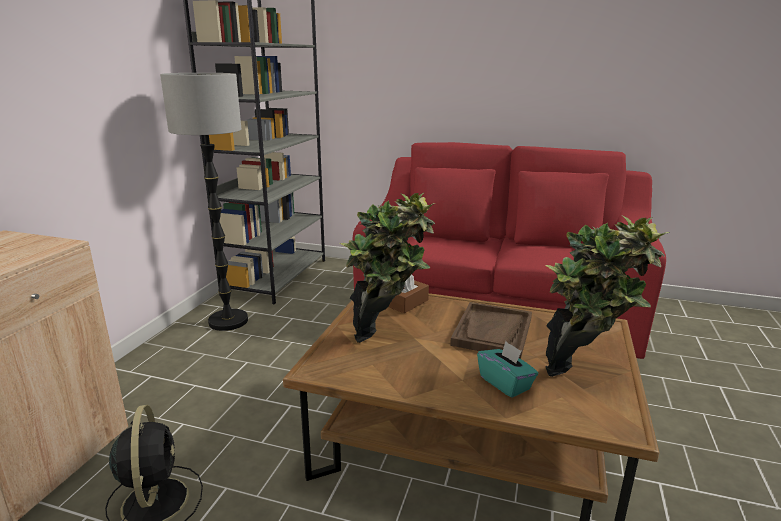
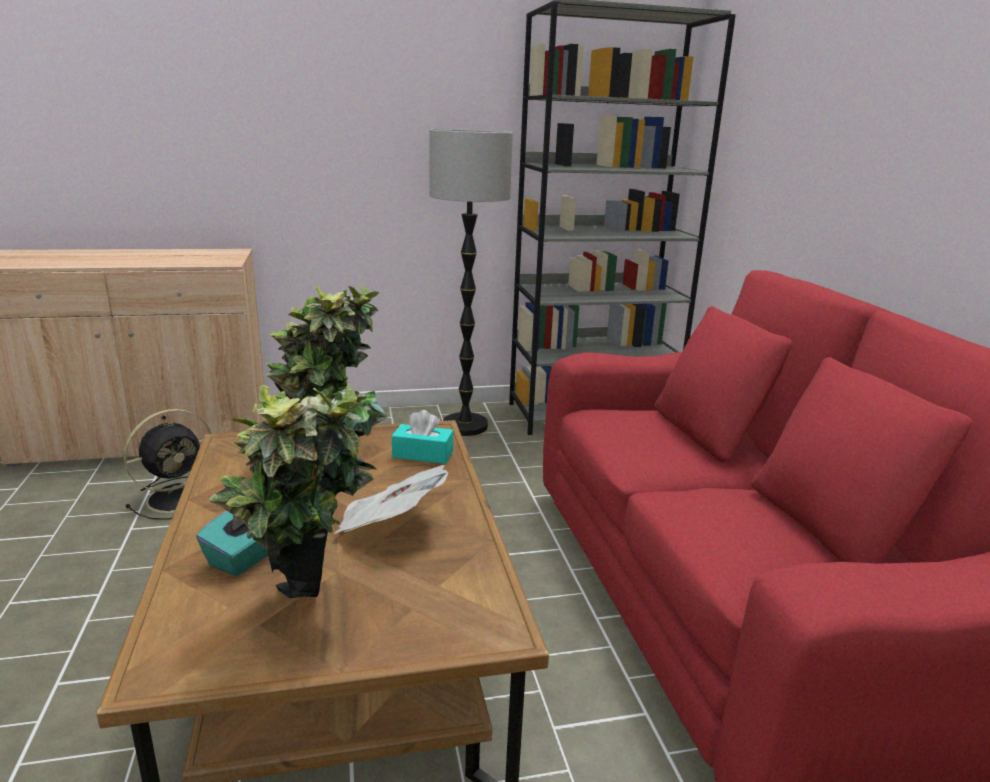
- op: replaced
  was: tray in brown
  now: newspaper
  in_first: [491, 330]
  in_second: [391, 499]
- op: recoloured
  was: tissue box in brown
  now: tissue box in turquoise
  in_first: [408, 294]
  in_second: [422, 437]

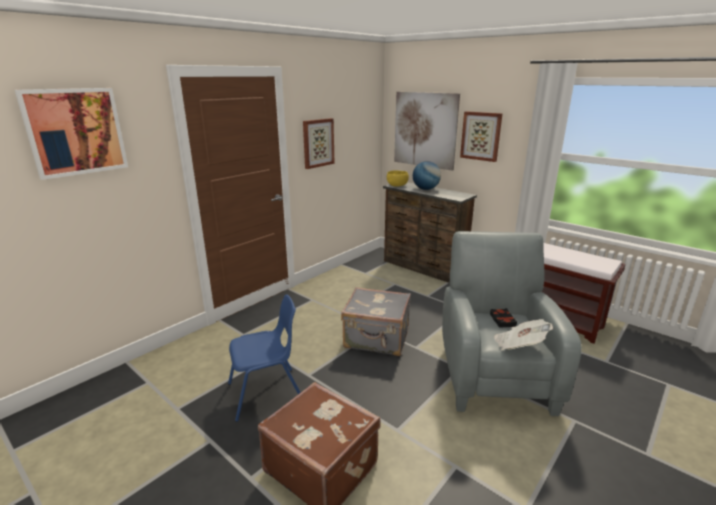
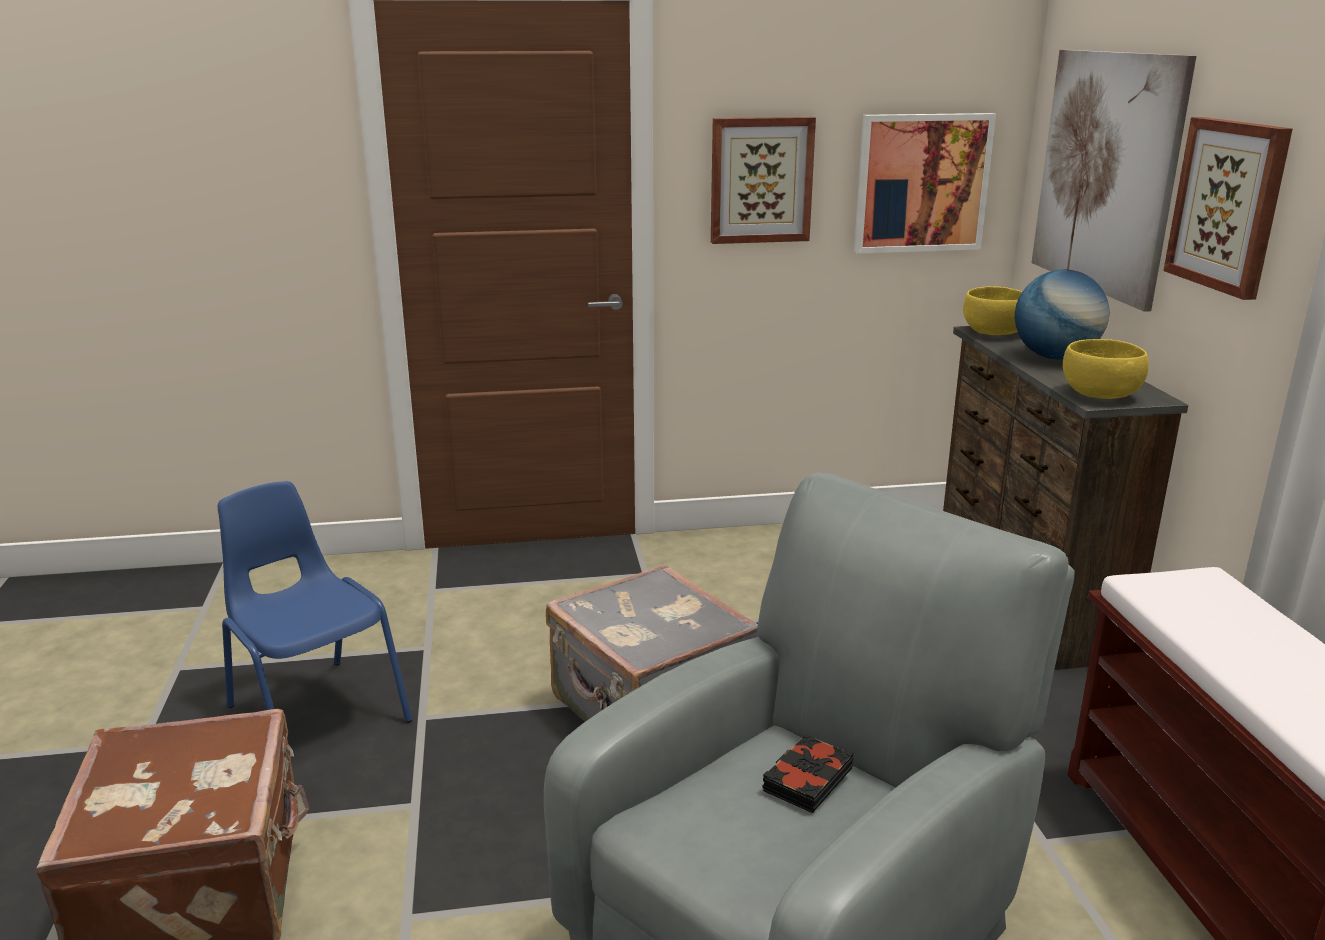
- op: turned
  was: chair in blue
  in_first: [264, 358]
  in_second: [315, 602]
  clockwise: -150
- op: moved
  was: picture
  in_first: [71, 134]
  in_second: [925, 183]
- op: added
  now: bowl in yellow
  in_second: [1106, 369]
- op: removed
  was: newspaper
  in_first: [523, 334]

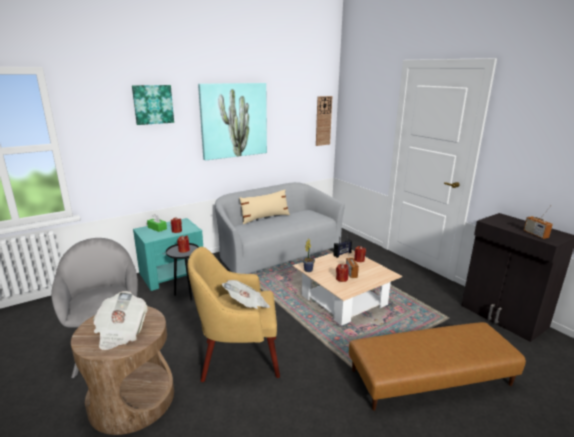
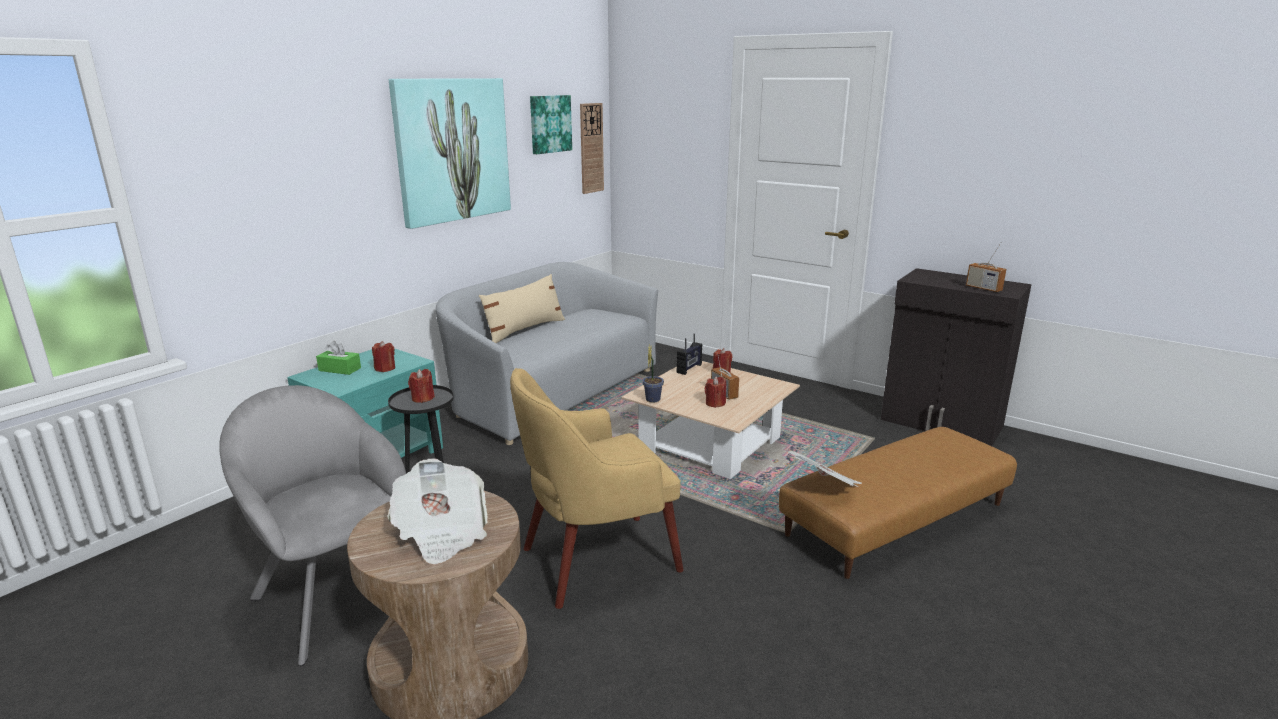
- op: moved
  was: picture
  in_first: [153, 105]
  in_second: [551, 124]
- op: moved
  was: newspaper
  in_first: [246, 294]
  in_second: [825, 469]

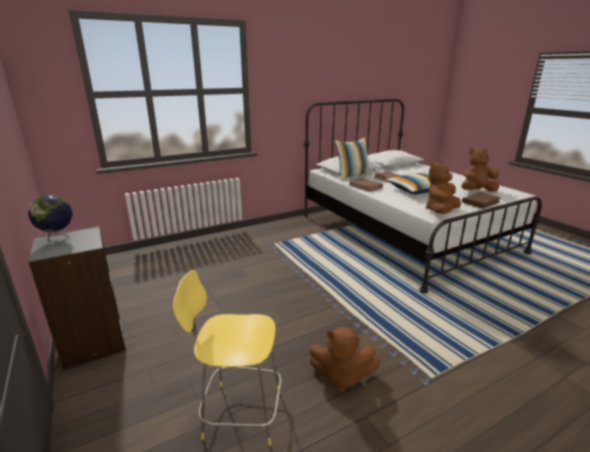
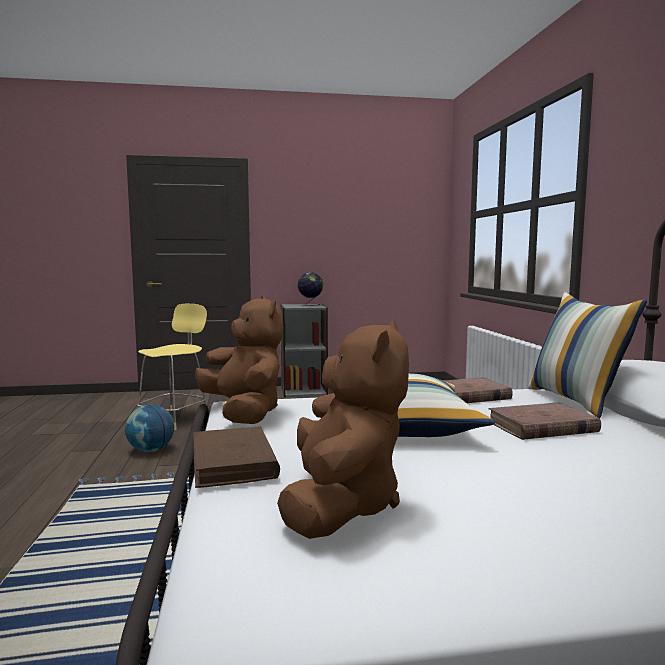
- op: replaced
  was: plush toy in brown
  now: globe
  in_first: [345, 359]
  in_second: [149, 428]

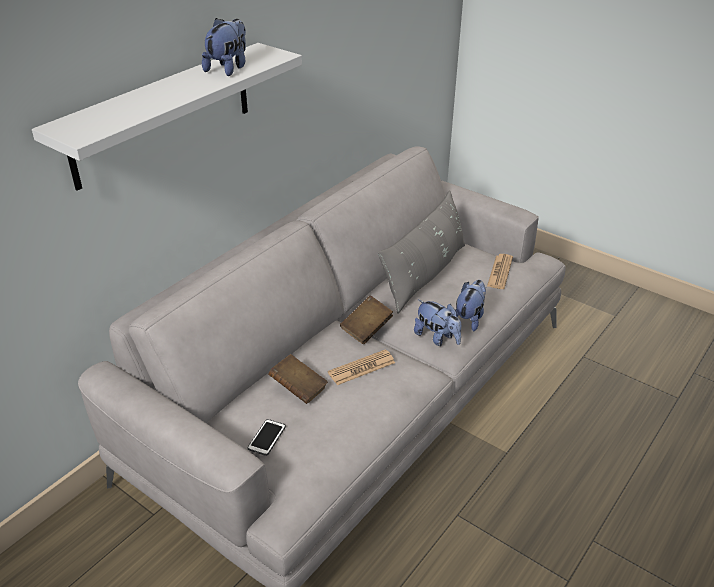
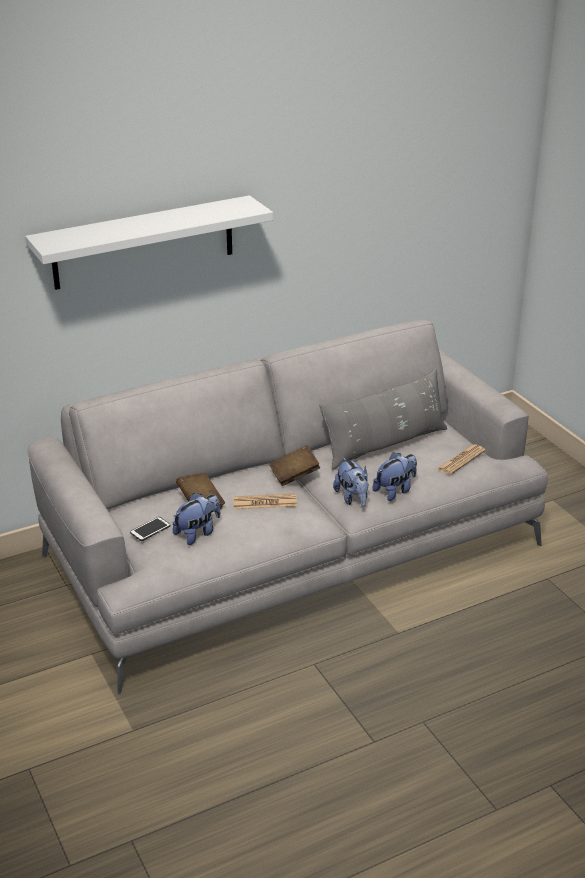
- op: moved
  was: plush toy
  in_first: [224, 47]
  in_second: [196, 519]

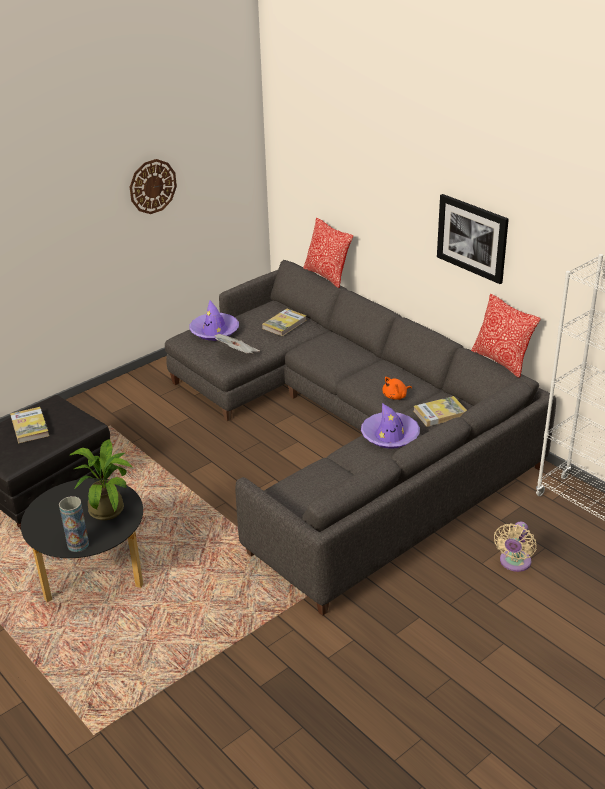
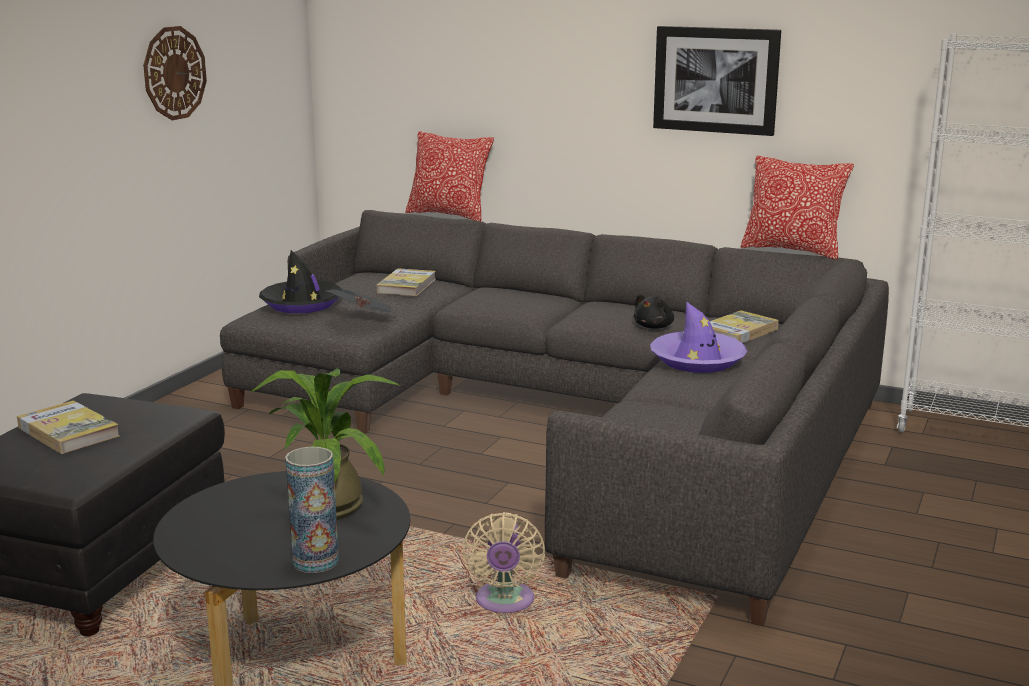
- op: recoloured
  was: hat in purple
  now: hat in black
  in_first: [214, 320]
  in_second: [301, 281]
- op: moved
  was: fan in beige
  in_first: [515, 547]
  in_second: [503, 562]
- op: recoloured
  was: plush toy in orange
  now: plush toy in black
  in_first: [397, 388]
  in_second: [654, 311]

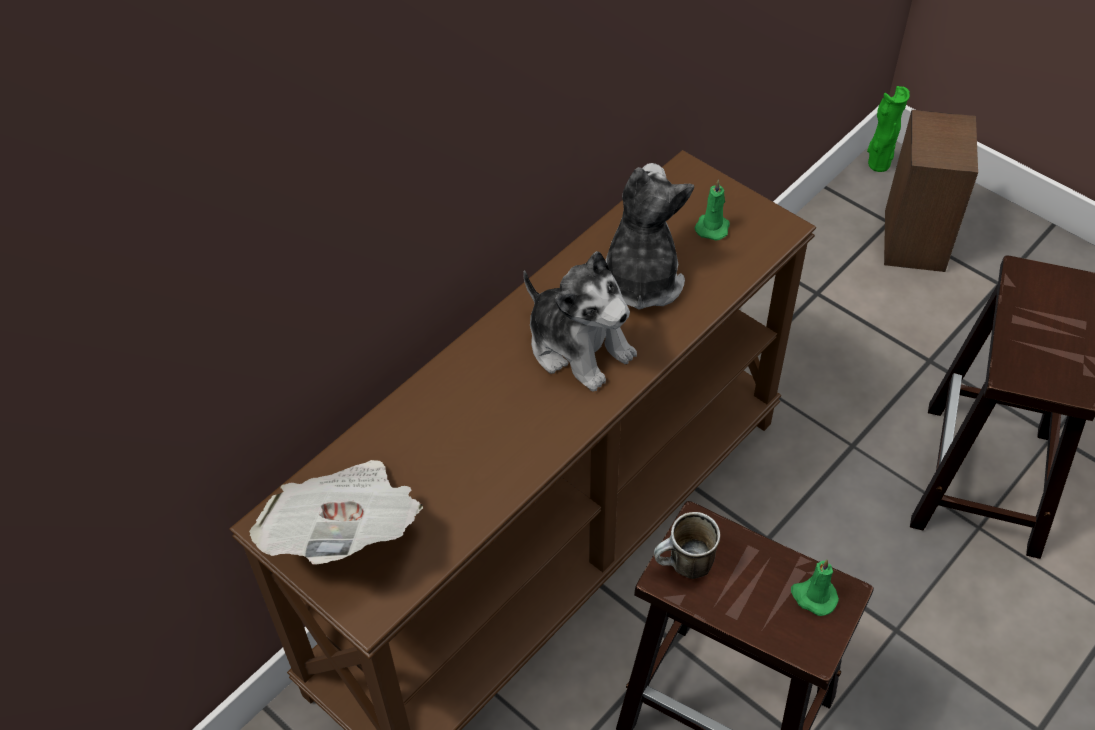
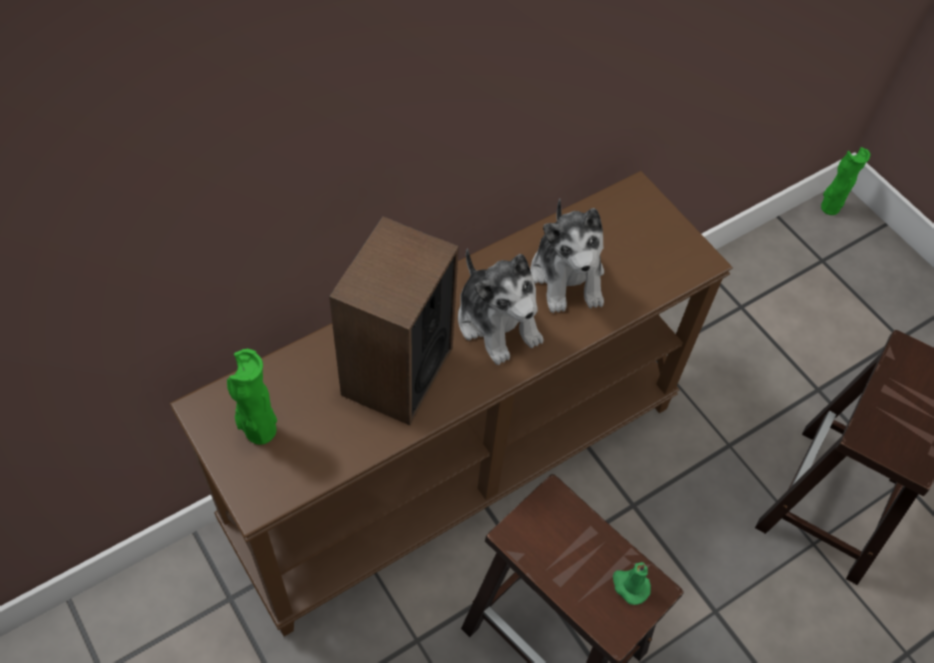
- op: replaced
  was: newspaper
  now: vase in green
  in_first: [336, 512]
  in_second: [252, 397]
- op: moved
  was: speaker
  in_first: [931, 191]
  in_second: [394, 320]
- op: turned
  was: plush toy
  in_first: [650, 236]
  in_second: [567, 256]
  clockwise: 150
- op: removed
  was: mug
  in_first: [687, 545]
- op: removed
  was: candle in green
  in_first: [712, 209]

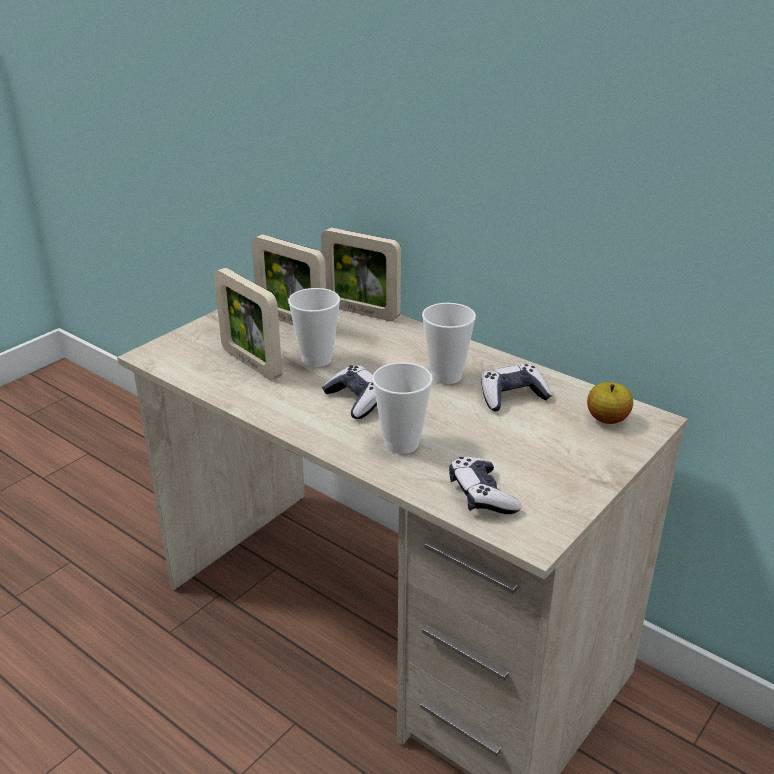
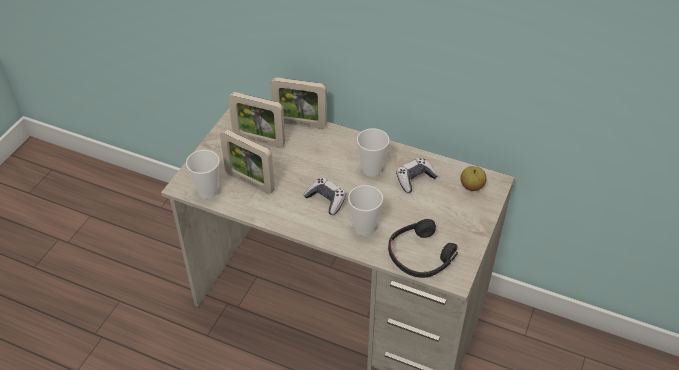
- op: moved
  was: cup
  in_first: [314, 327]
  in_second: [203, 174]
- op: replaced
  was: game controller
  now: headphones in black
  in_first: [485, 485]
  in_second: [423, 248]

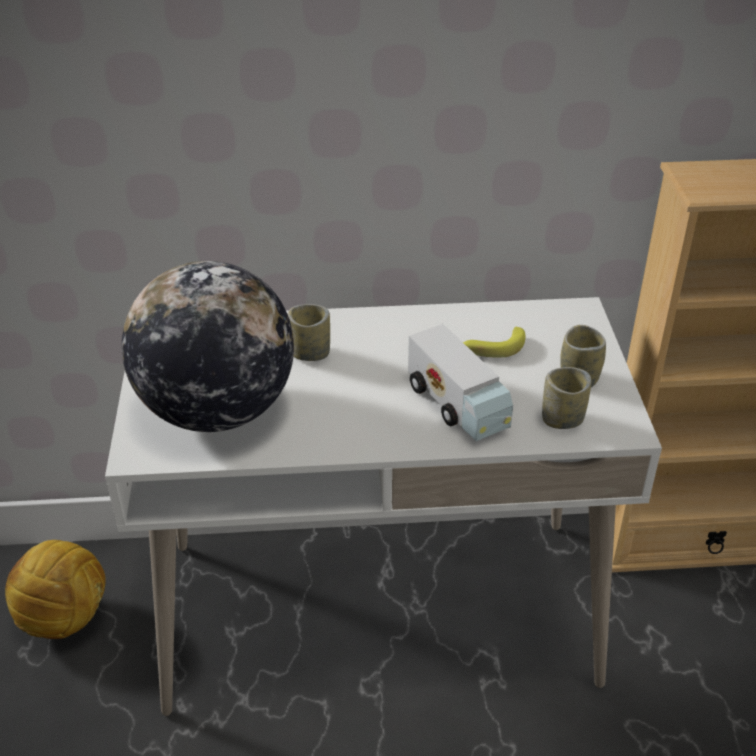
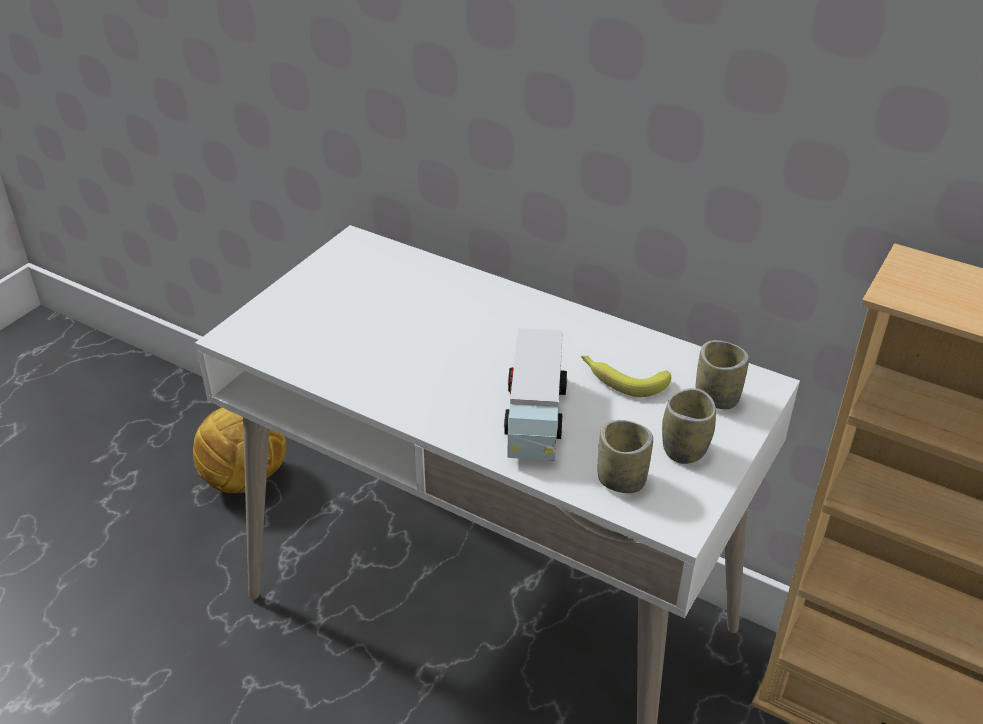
- op: moved
  was: cup
  in_first: [309, 332]
  in_second: [722, 374]
- op: removed
  was: globe
  in_first: [208, 346]

